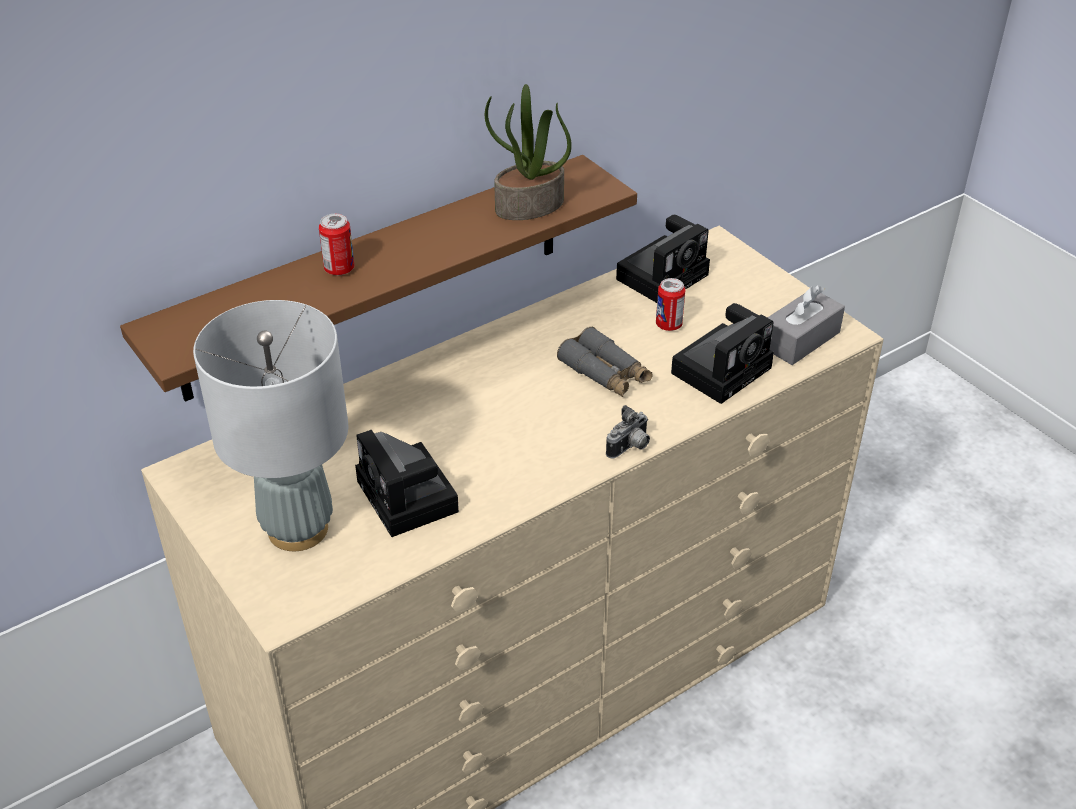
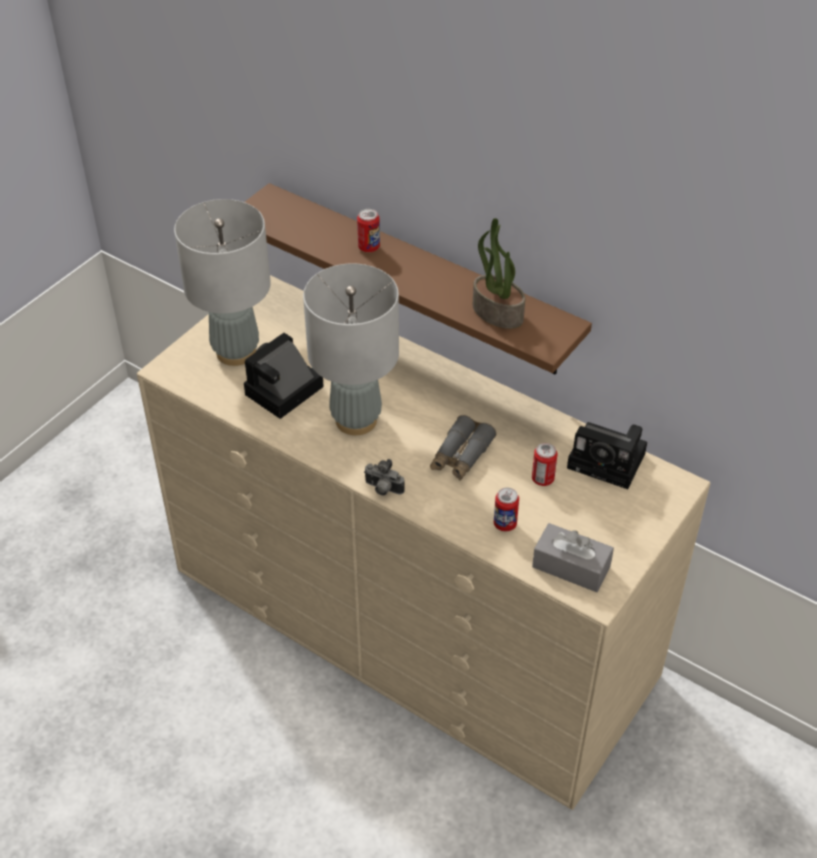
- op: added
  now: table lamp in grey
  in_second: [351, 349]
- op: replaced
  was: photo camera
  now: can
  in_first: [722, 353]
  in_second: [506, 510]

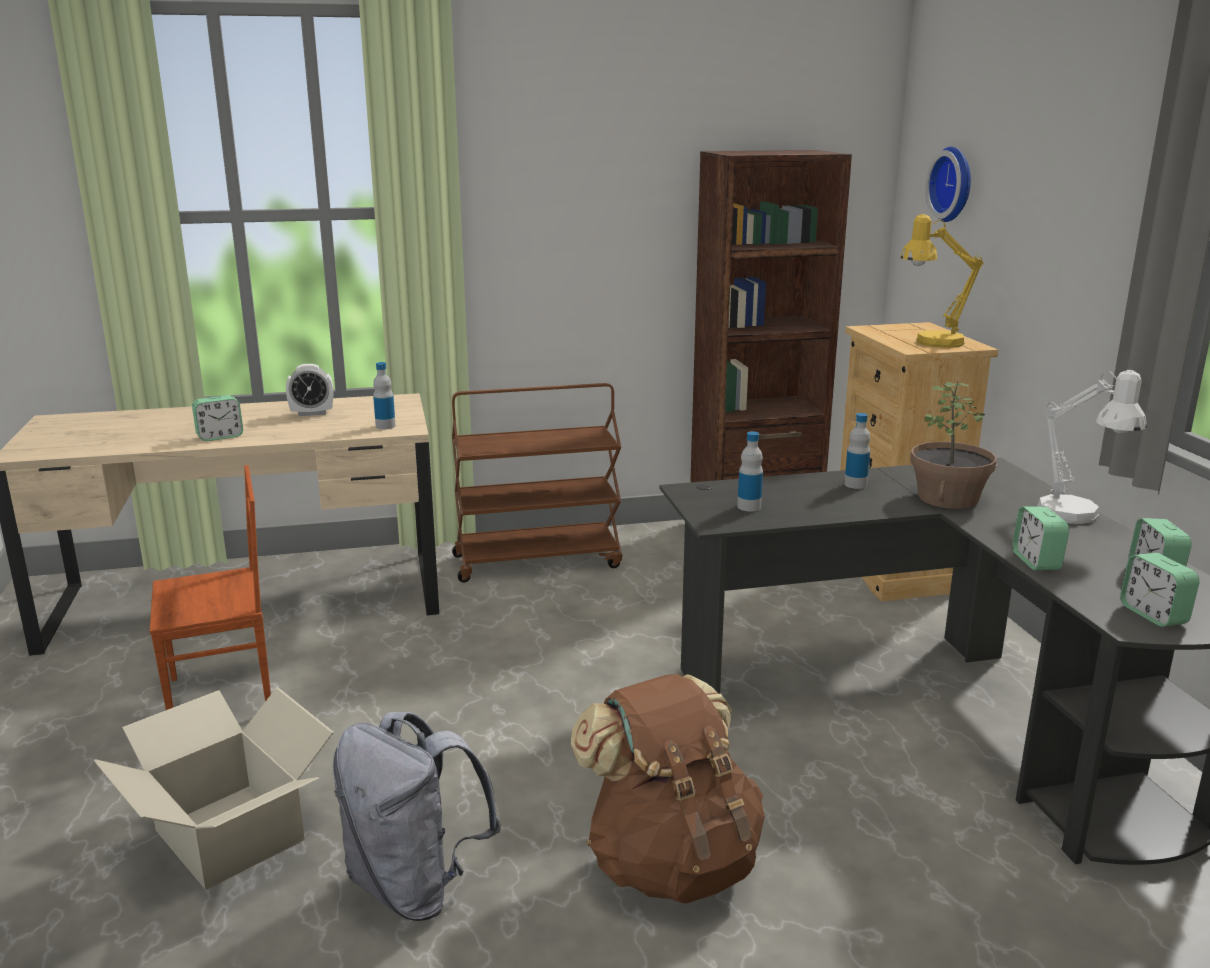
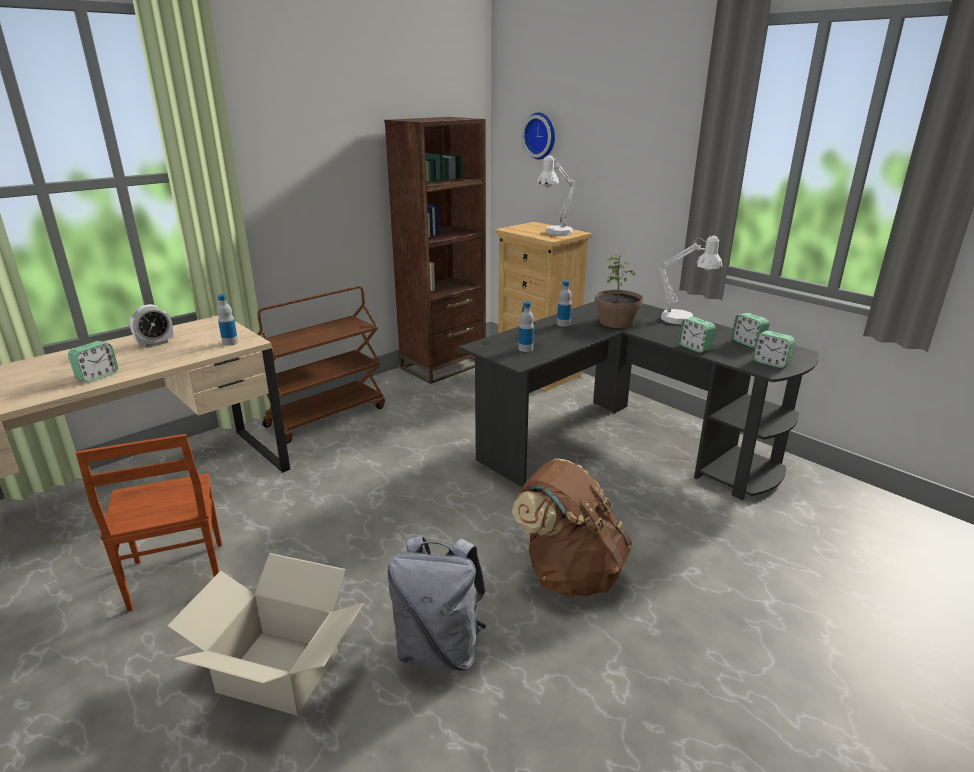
- op: turned
  was: chair in brown
  in_first: [210, 587]
  in_second: [149, 523]
  clockwise: 120
- op: recoloured
  was: table lamp in yellow
  now: table lamp in white
  in_first: [942, 281]
  in_second: [556, 195]

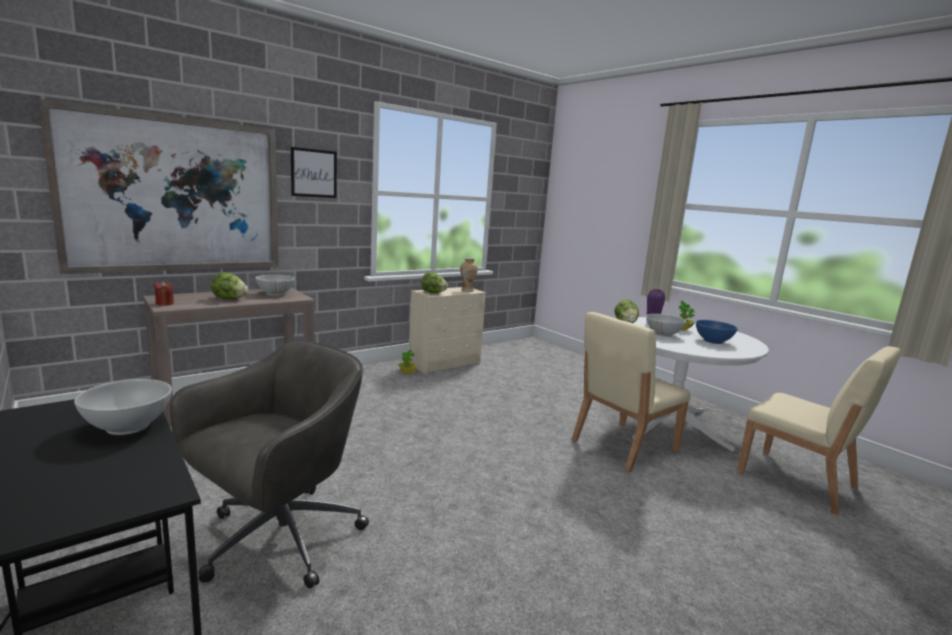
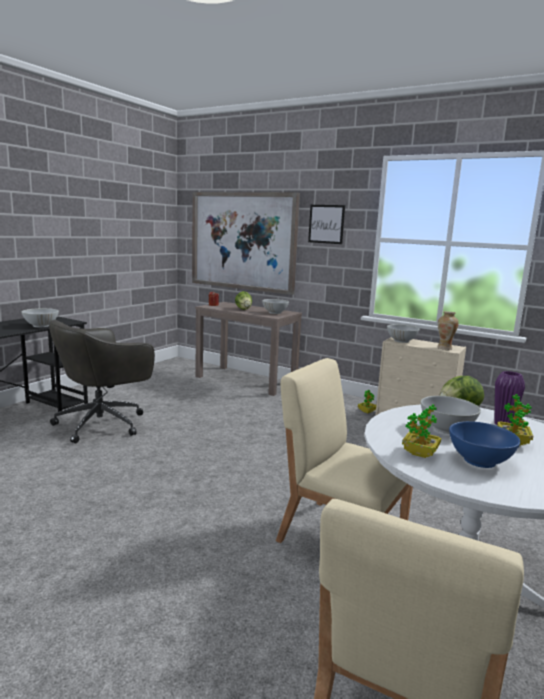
- op: turned
  was: office chair in grey
  in_first: [269, 465]
  in_second: [102, 381]
  clockwise: 120
- op: replaced
  was: lettuce
  now: bowl in white
  in_first: [434, 282]
  in_second: [403, 333]
- op: added
  now: potted plant
  in_second: [421, 431]

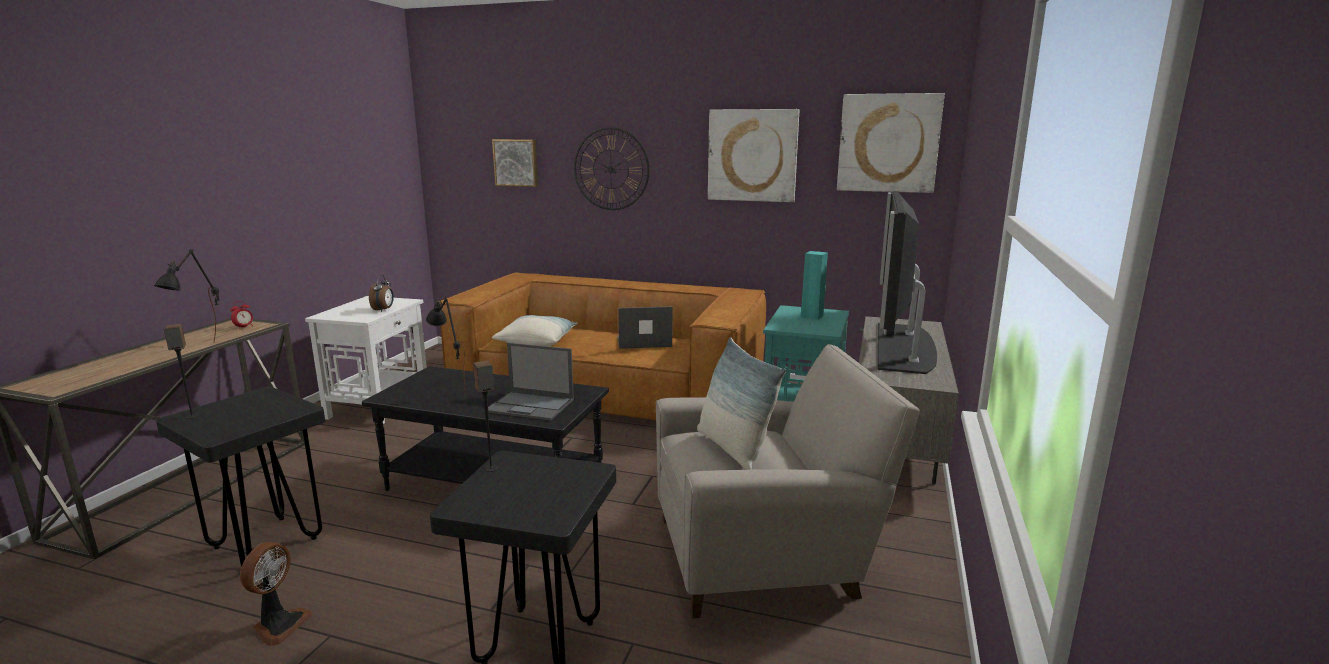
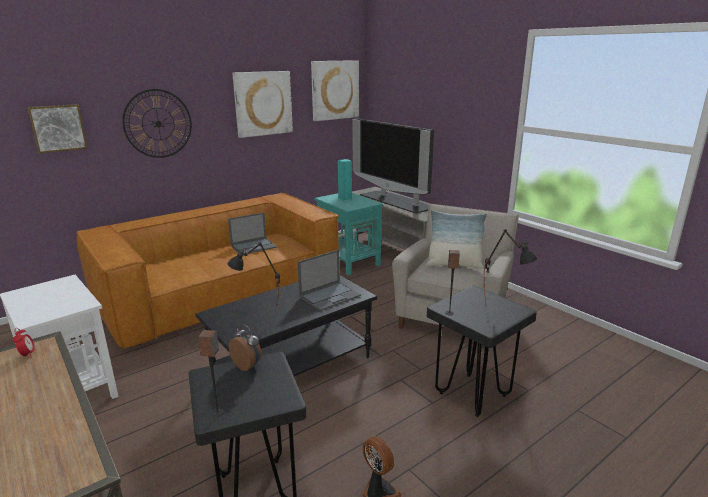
- op: turned
  was: laptop
  in_first: [644, 328]
  in_second: [252, 233]
  clockwise: -150
- op: moved
  was: alarm clock
  in_first: [381, 293]
  in_second: [245, 347]
- op: moved
  was: table lamp in black
  in_first: [187, 295]
  in_second: [511, 266]
- op: removed
  was: pillow
  in_first: [535, 330]

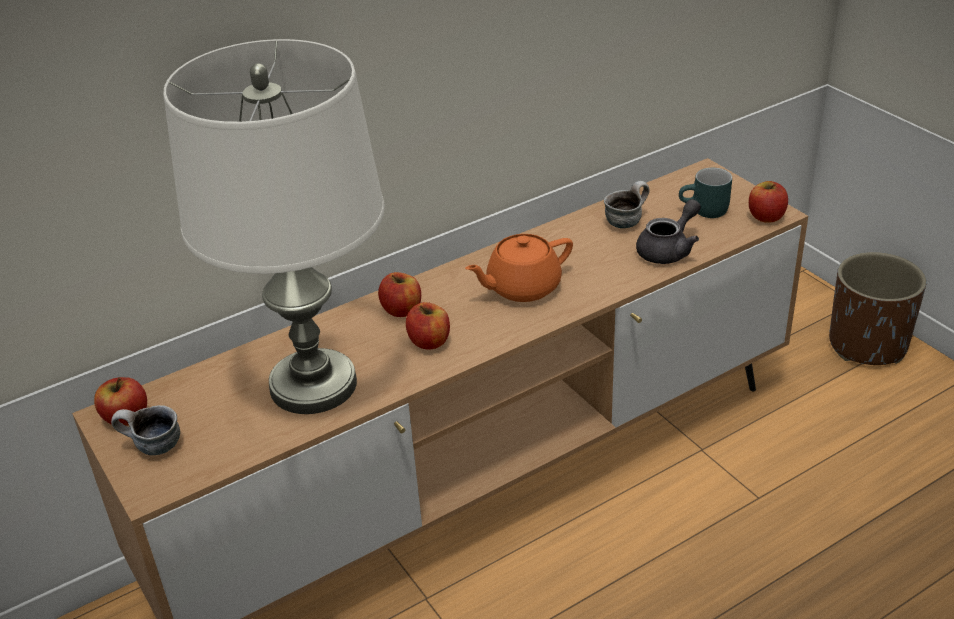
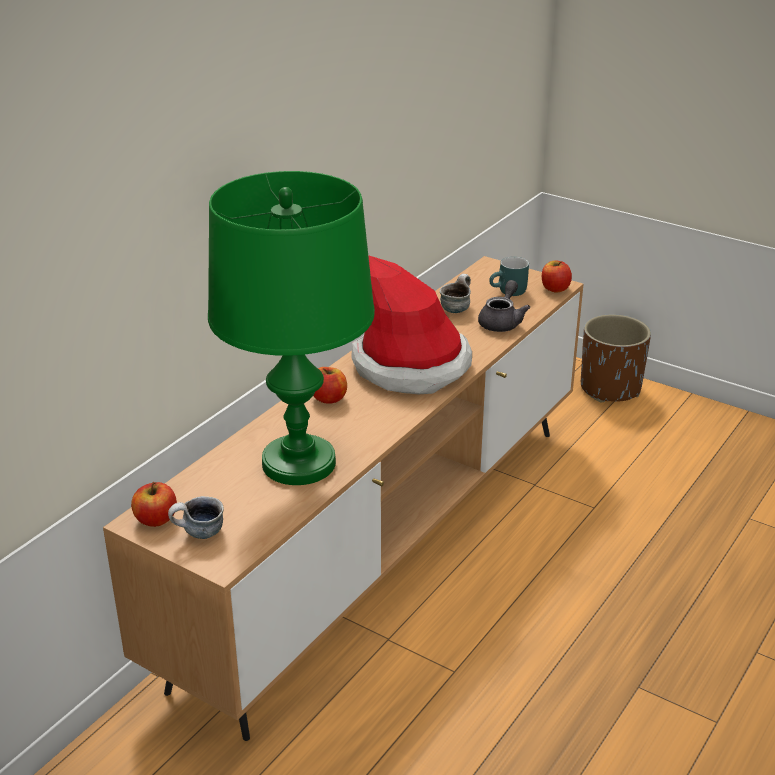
- op: recoloured
  was: table lamp in white
  now: table lamp in green
  in_first: [274, 226]
  in_second: [291, 328]
- op: replaced
  was: teapot in orange
  now: hat
  in_first: [519, 268]
  in_second: [411, 324]
- op: removed
  was: apple
  in_first: [428, 326]

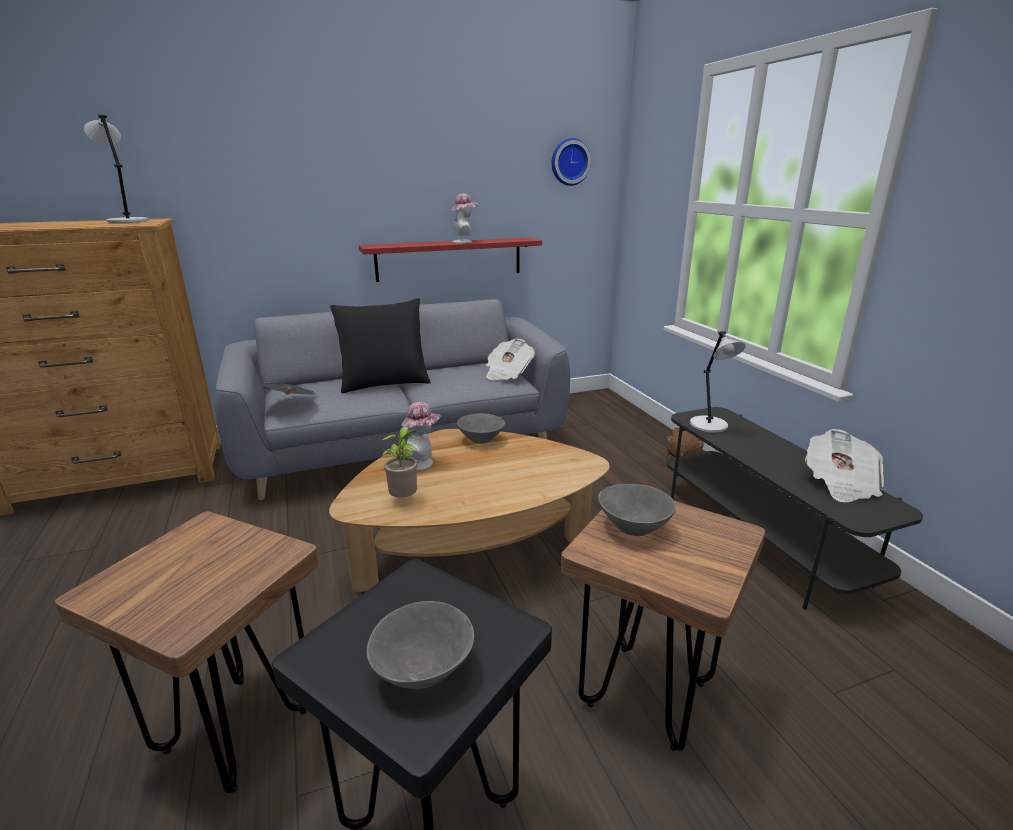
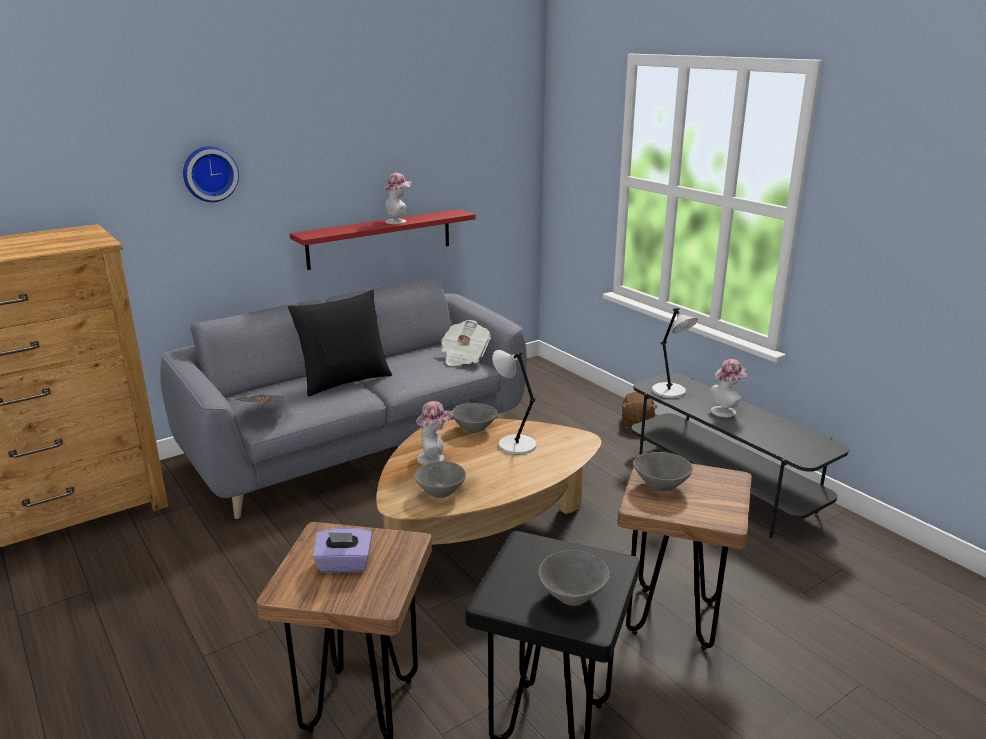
- op: moved
  was: wall clock
  in_first: [571, 162]
  in_second: [211, 174]
- op: added
  now: tissue box in purple
  in_second: [342, 550]
- op: replaced
  was: potted plant
  now: bowl in grey
  in_first: [399, 462]
  in_second: [440, 479]
- op: moved
  was: table lamp in grey
  in_first: [116, 169]
  in_second: [514, 402]
- op: added
  now: hat
  in_second: [729, 388]
- op: removed
  was: newspaper
  in_first: [844, 465]

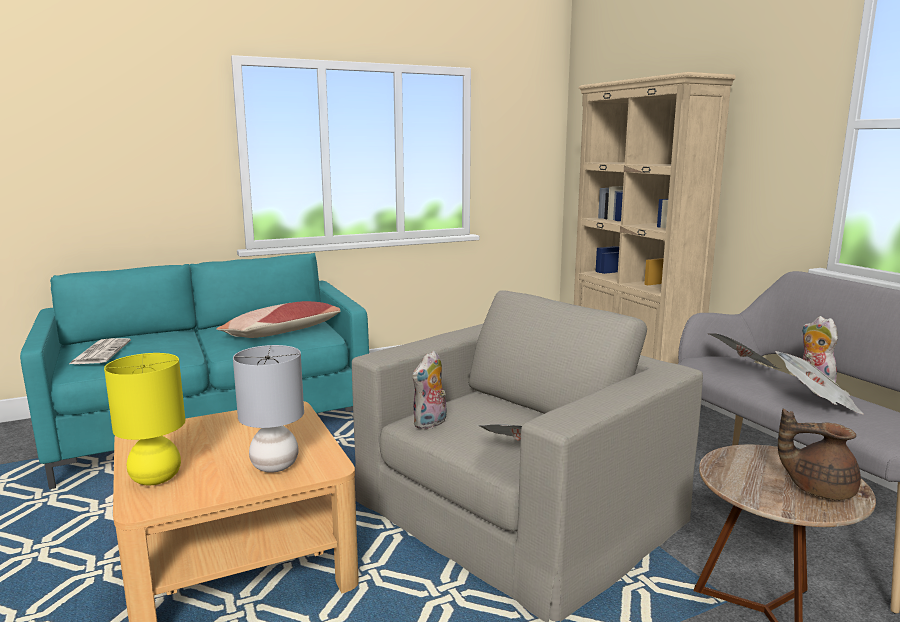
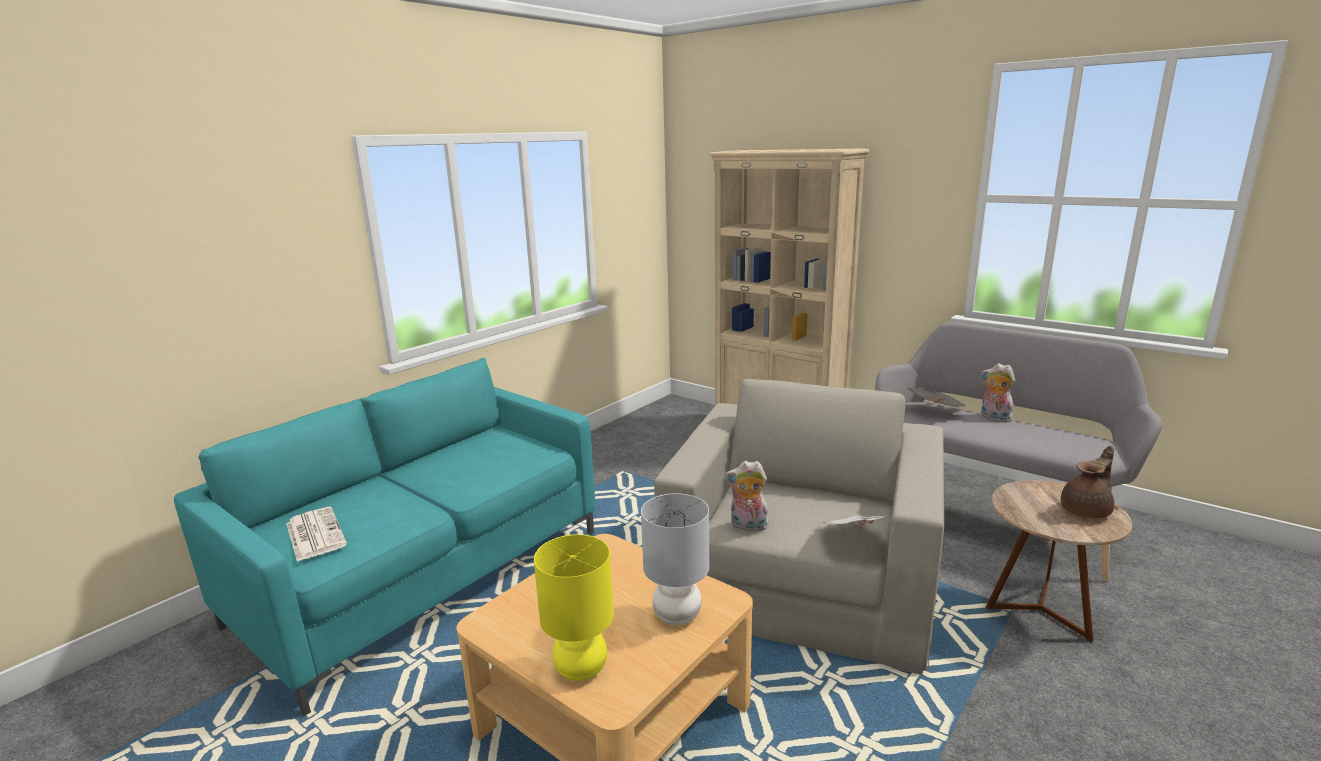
- op: turned
  was: plush toy
  in_first: [429, 390]
  in_second: [746, 496]
  clockwise: 90
- op: turned
  was: teapot in brown
  in_first: [819, 454]
  in_second: [1087, 482]
  clockwise: 150
- op: removed
  was: pillow
  in_first: [278, 319]
- op: removed
  was: newspaper
  in_first: [820, 383]

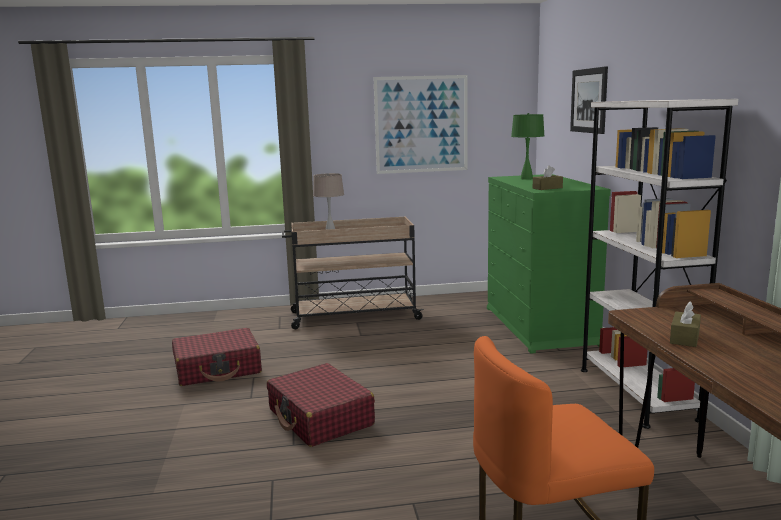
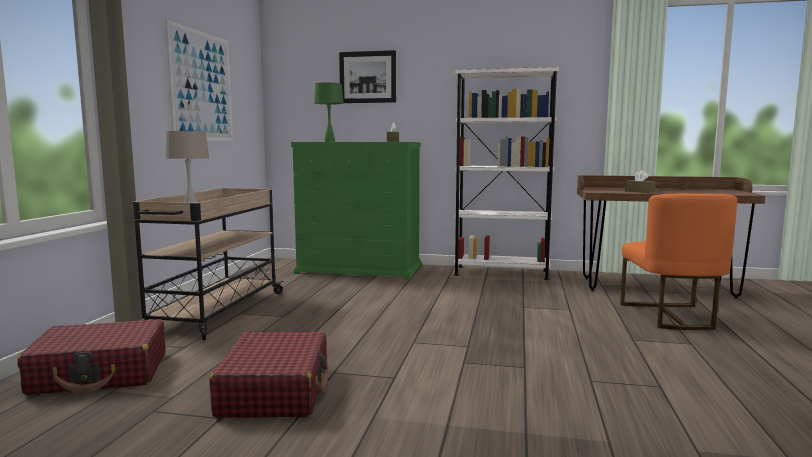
- op: moved
  was: suitcase in red
  in_first: [321, 405]
  in_second: [91, 357]

